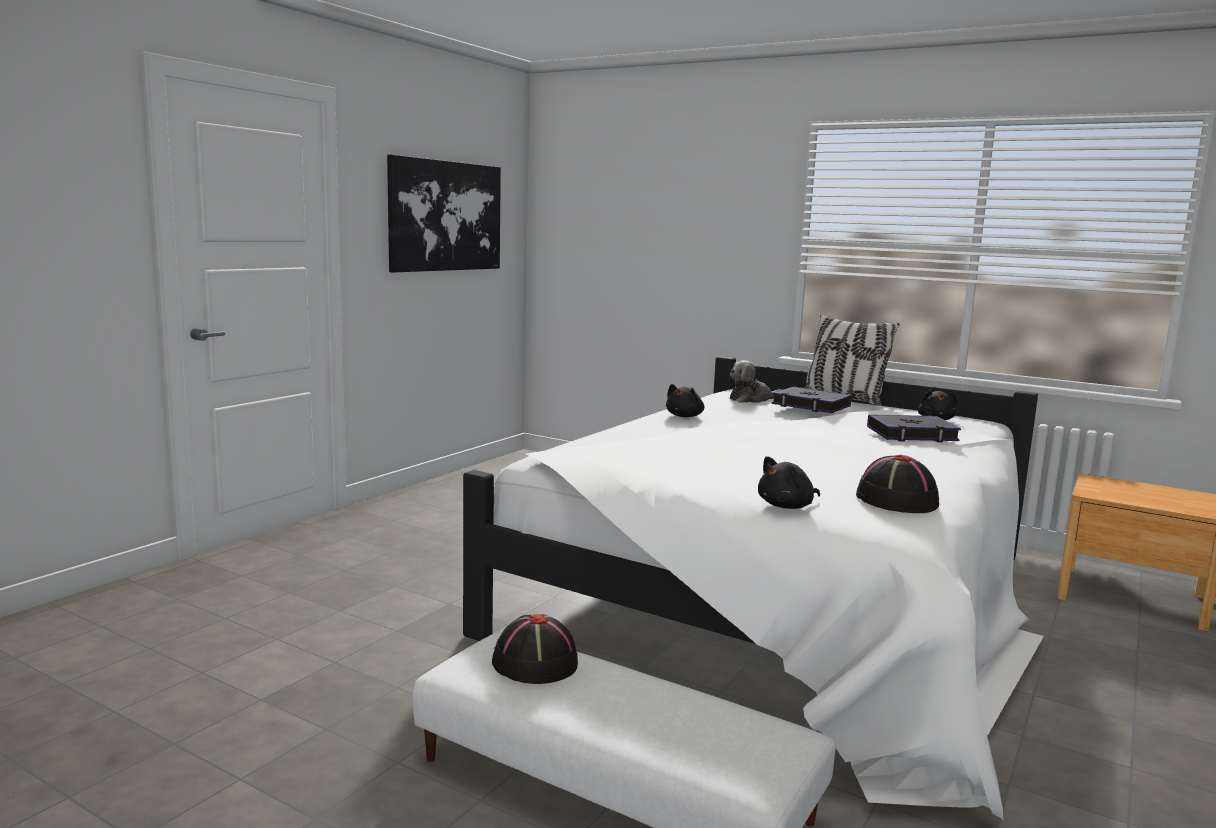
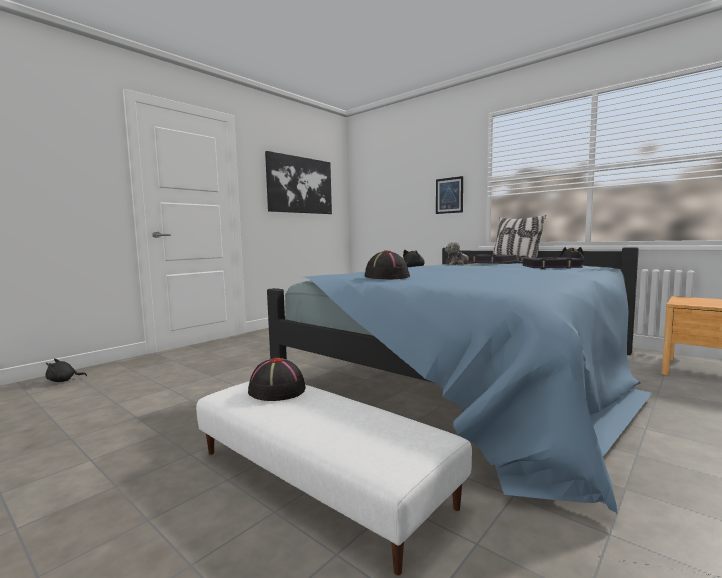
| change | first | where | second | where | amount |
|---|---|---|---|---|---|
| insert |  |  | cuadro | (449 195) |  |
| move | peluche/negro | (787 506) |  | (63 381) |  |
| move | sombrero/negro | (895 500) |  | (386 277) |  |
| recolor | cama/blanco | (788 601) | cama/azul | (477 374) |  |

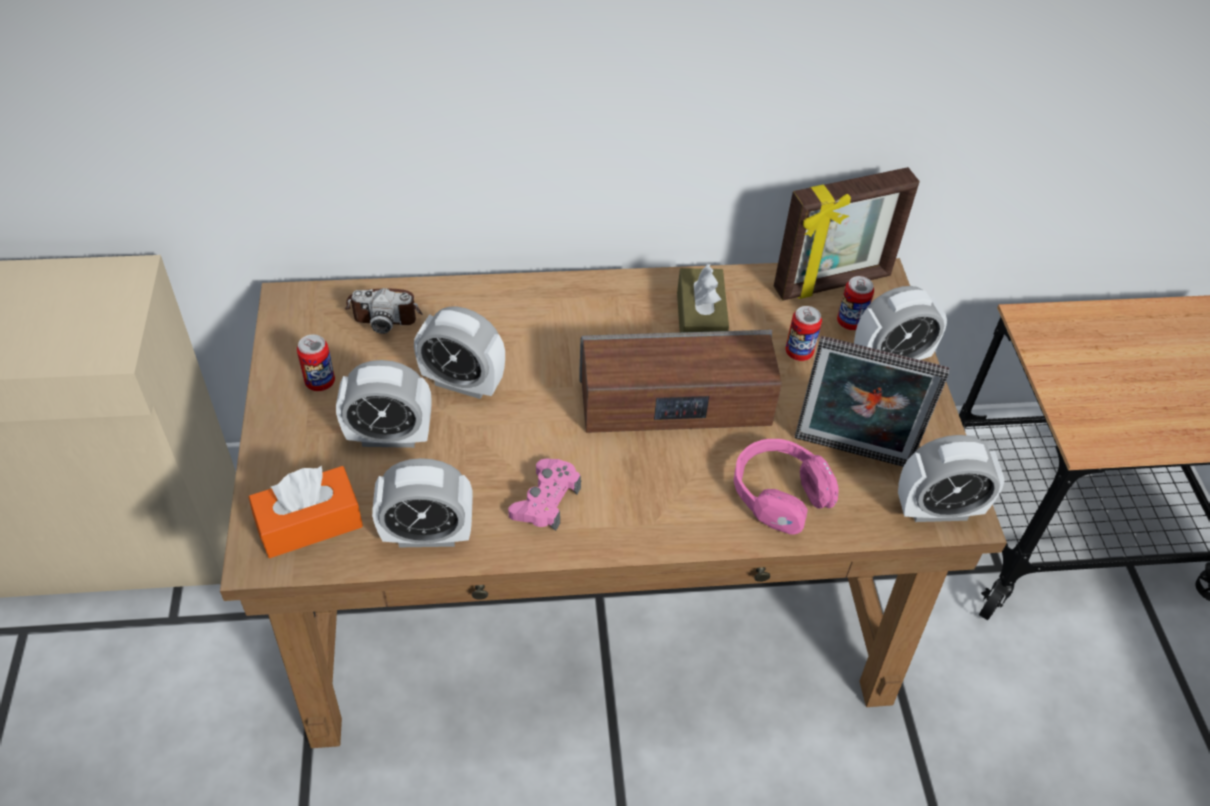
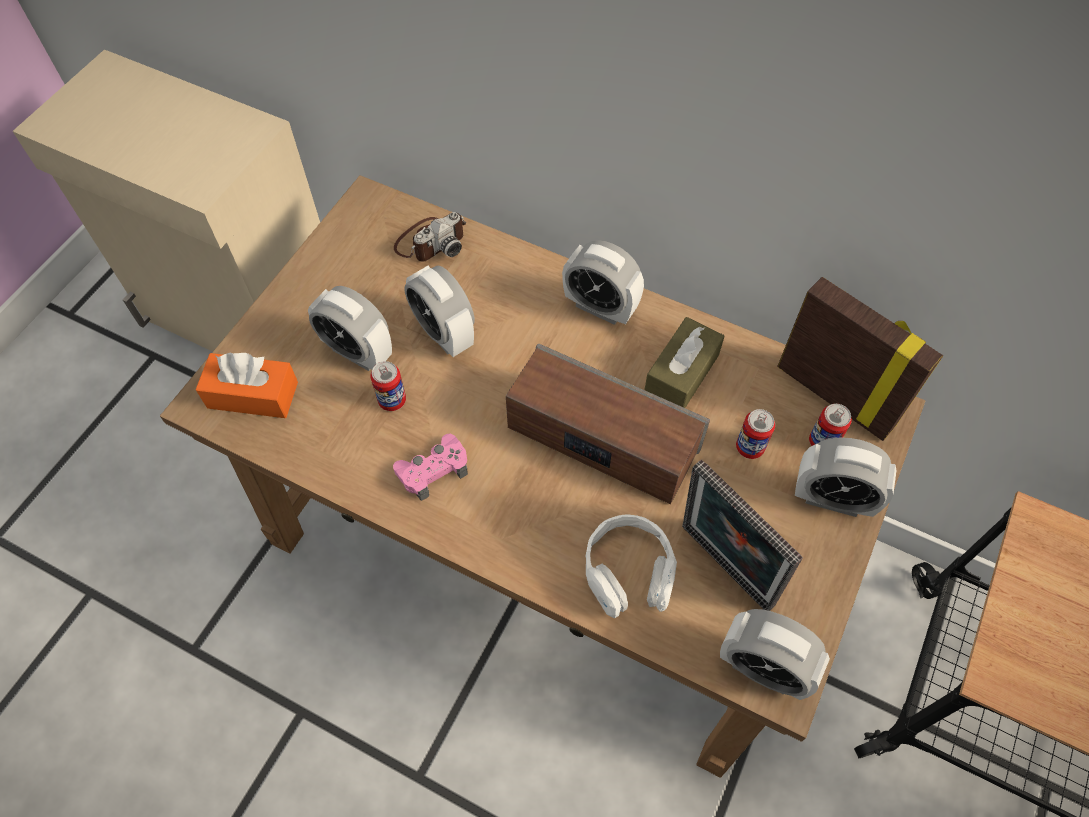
| change | first | where | second | where | amount |
|---|---|---|---|---|---|
| move | lata | (320 382) |  | (392 400) |  |
| move | despertador | (427 535) |  | (600 307) |  |
| recolor | auriculares/rosa | (779 494) | auriculares/blanco | (628 571) |  |
| rotate | cámara | (385 311) |  | (431 241) | 75 degrees counterclockwise |
| rotate | portarretratos | (833 284) |  | (835 395) | 150 degrees counterclockwise |

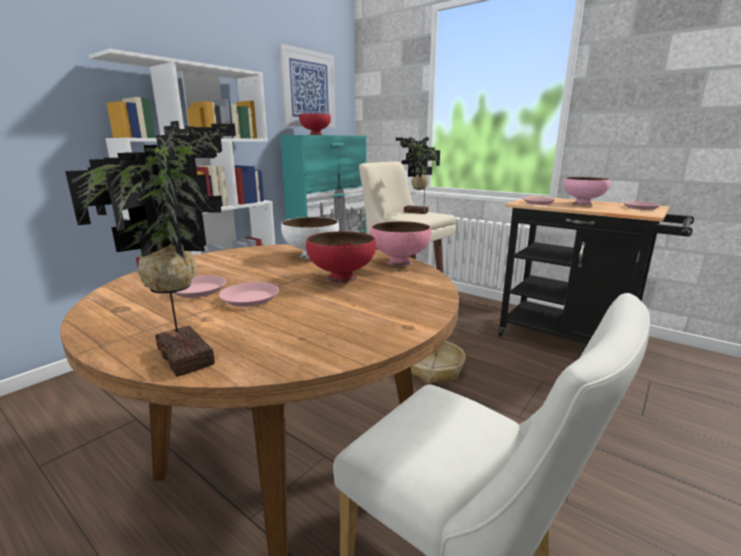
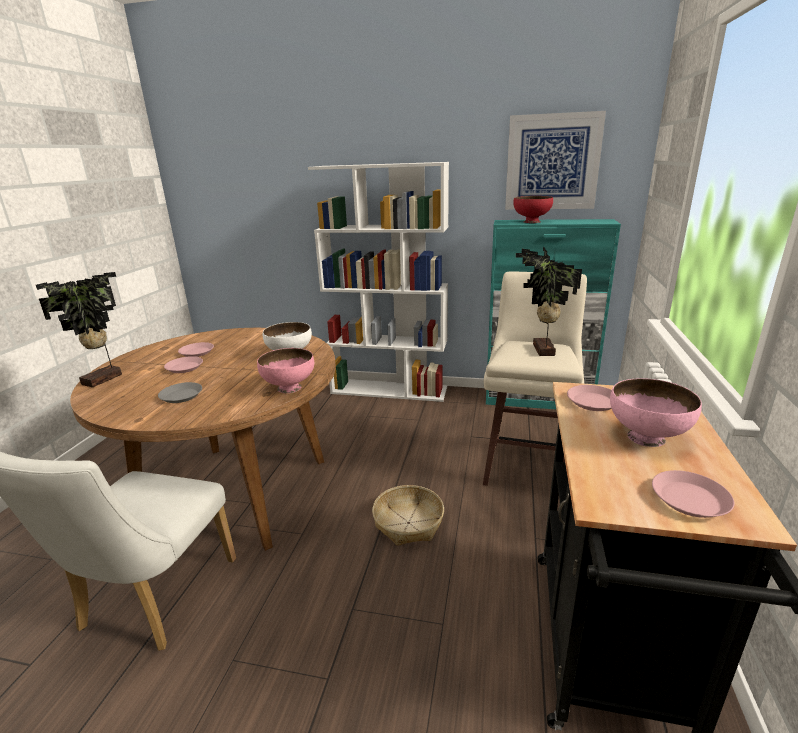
| change | first | where | second | where | amount |
|---|---|---|---|---|---|
| delete | cuenco/rojo | (341 278) |  |  |  |
| insert |  |  | plato/gris | (181 396) |  |

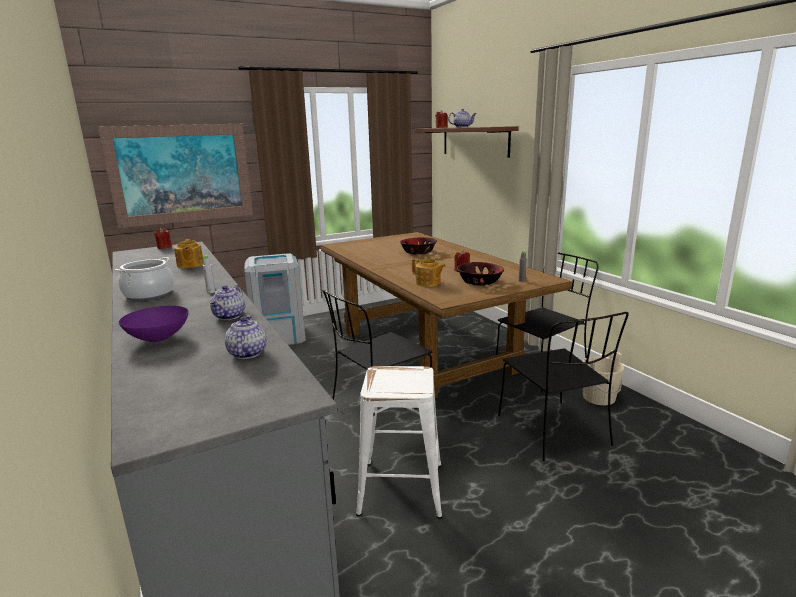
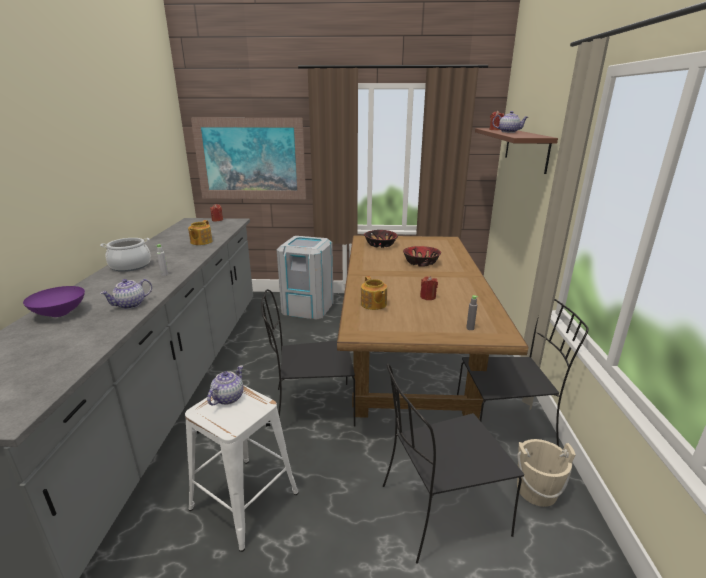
| change | first | where | second | where | amount |
|---|---|---|---|---|---|
| move | tetera | (246 353) |  | (228 397) |  |
| move | cuenco | (480 282) |  | (380 245) |  |
| rotate | silla/negro | (554 431) |  | (440 510) | 60 degrees clockwise |

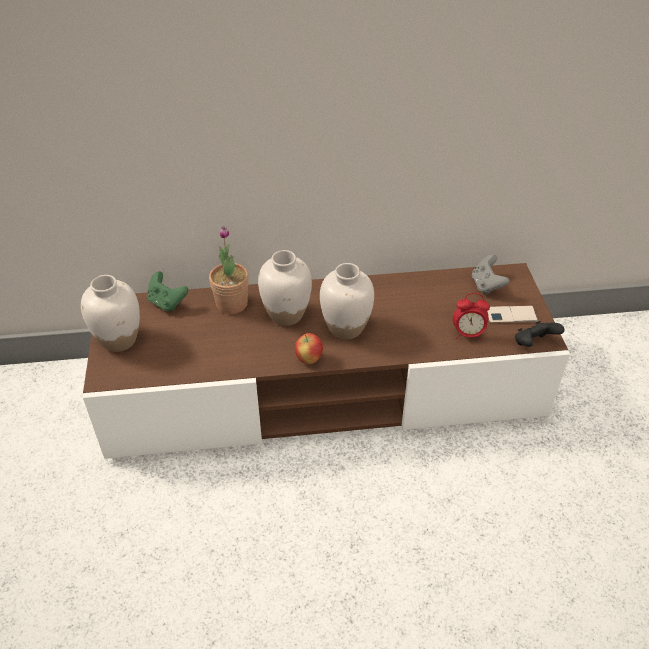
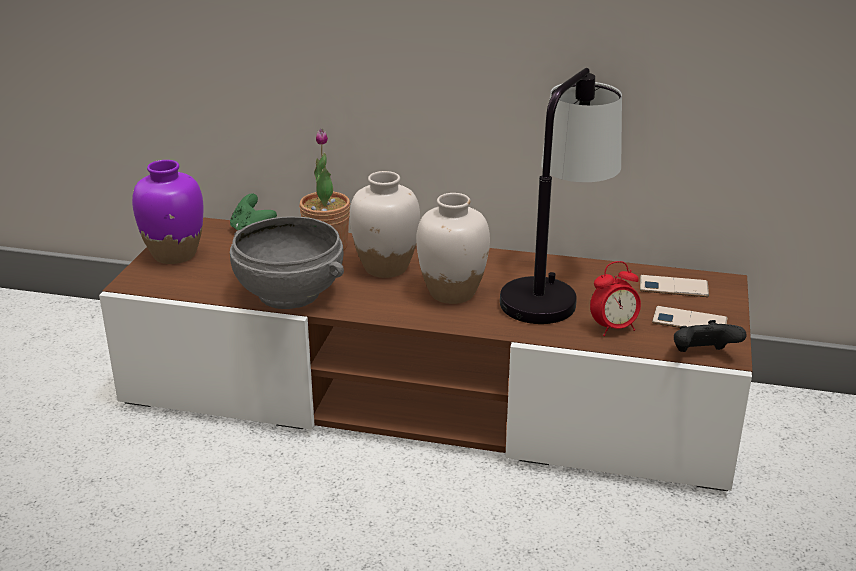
| change | first | where | second | where | amount |
|---|---|---|---|---|---|
| delete | manzana | (309 359) |  |  |  |
| insert |  |  | cuenco/gris | (288 294) |  |
| insert |  |  | lámpara de mesa | (554 289) |  |
| replace | mando de consola/gris | (486 285) | móvil | (673 287) |  |
| recolor | florero/blanco | (119 340) | florero/morado | (174 255) |  |
| rotate | despertador | (468 334) |  | (613 328) | 45 degrees counterclockwise |

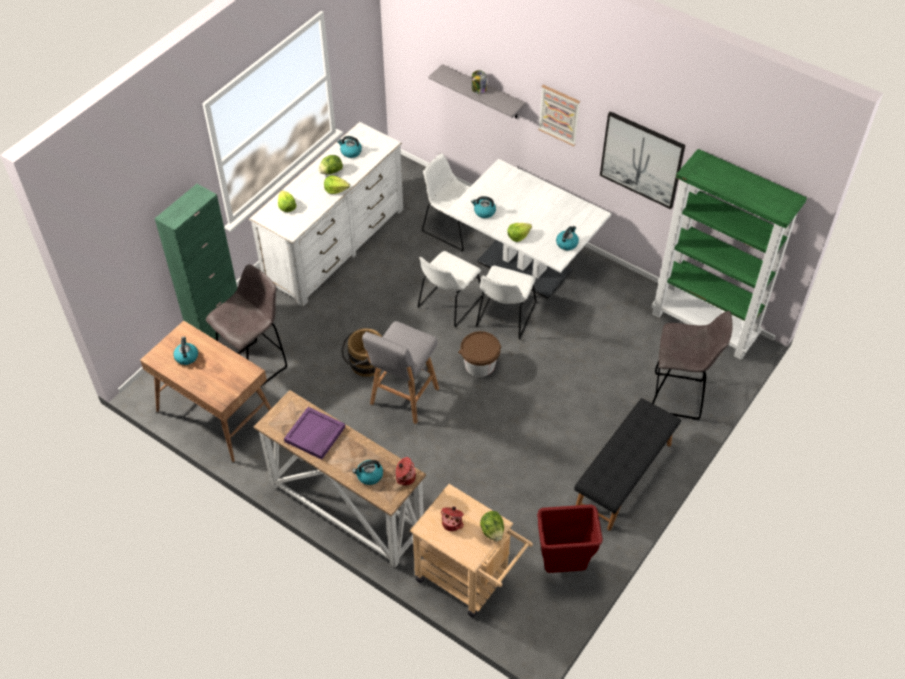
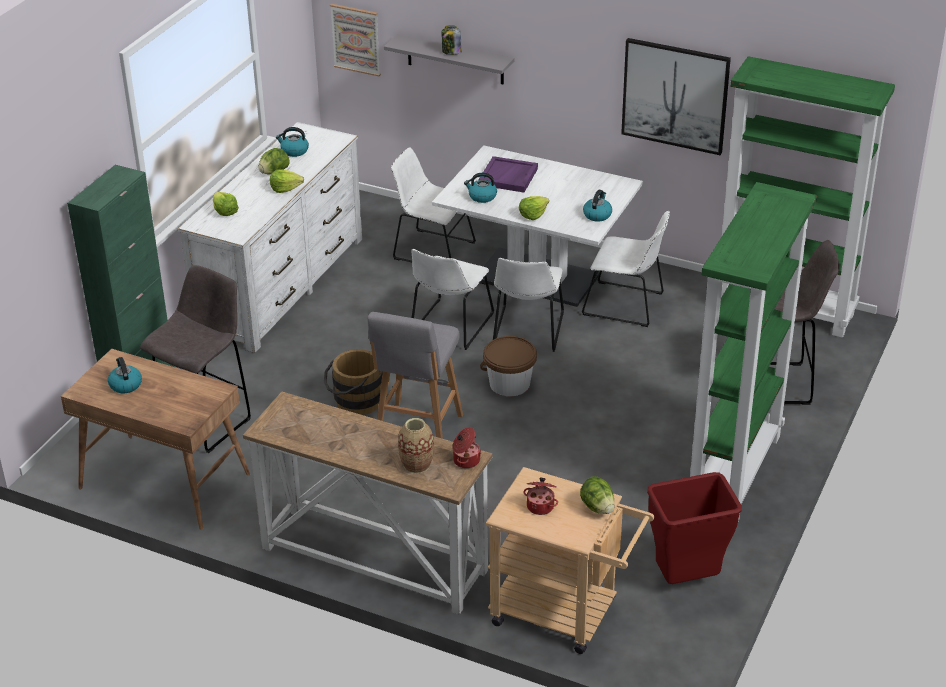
| change | first | where | second | where | amount |
|---|---|---|---|---|---|
| insert |  |  | silla/blanco | (626 305) |  |
| move | bandeja/morado | (315 435) |  | (508 177) |  |
| move | cuadro | (559 115) |  | (356 39) |  |
| replace | hervidor | (369 475) | florero | (416 464) |  |
| replace | banco/negro | (624 477) | estantería/verde | (735 475) |  |

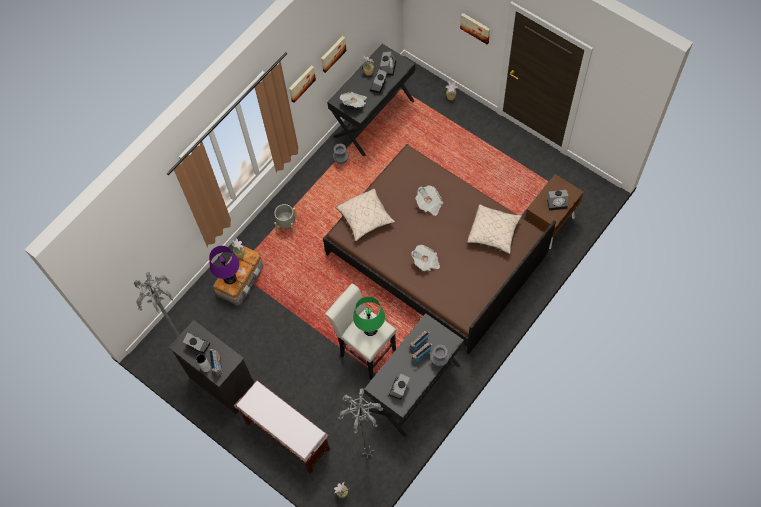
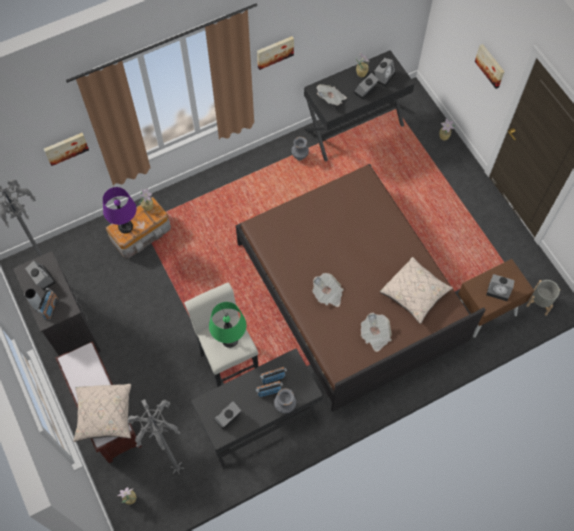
| change | first | where | second | where | amount |
|---|---|---|---|---|---|
| move | maceta/gris | (286 224) |  | (539 302) |  |
| move | cuadro | (332 53) |  | (65 148) |  |
| move | cojín/beis | (365 218) |  | (105 415) |  |
| move | periódico | (429 204) |  | (375 335) |  |

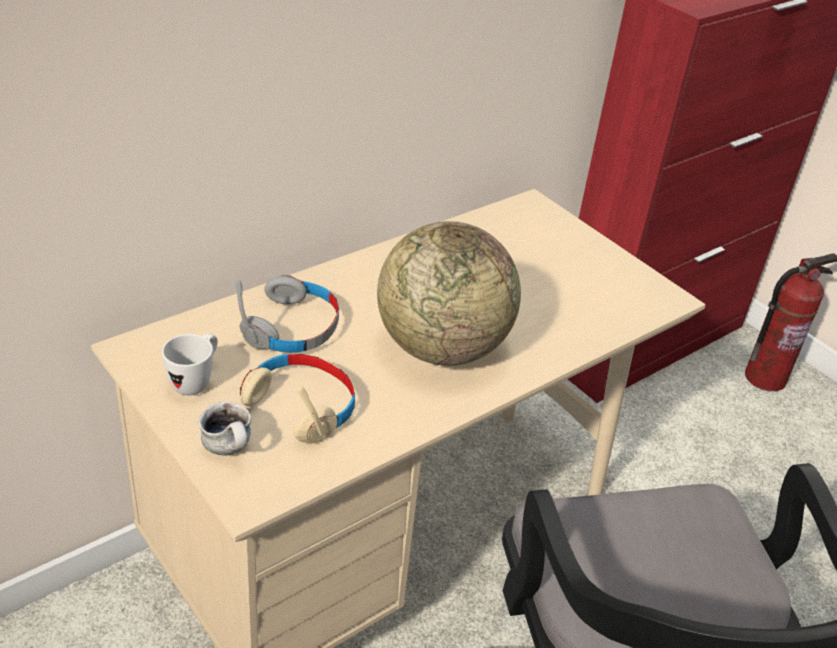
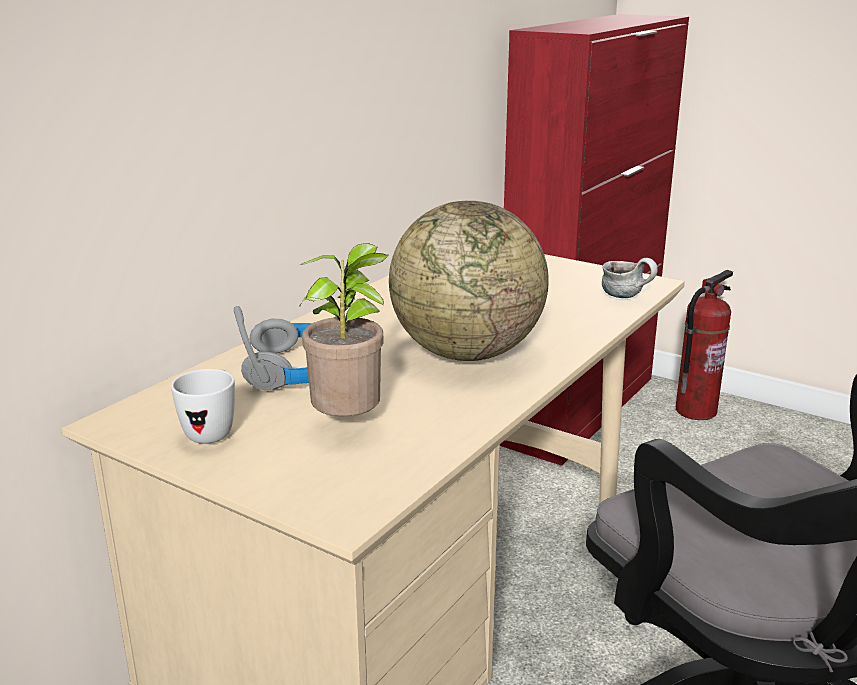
| change | first | where | second | where | amount |
|---|---|---|---|---|---|
| move | taza grande | (231 449) |  | (627 296) |  |
| replace | auriculares/beis | (301 406) | planta en maceta | (350 425) |  |

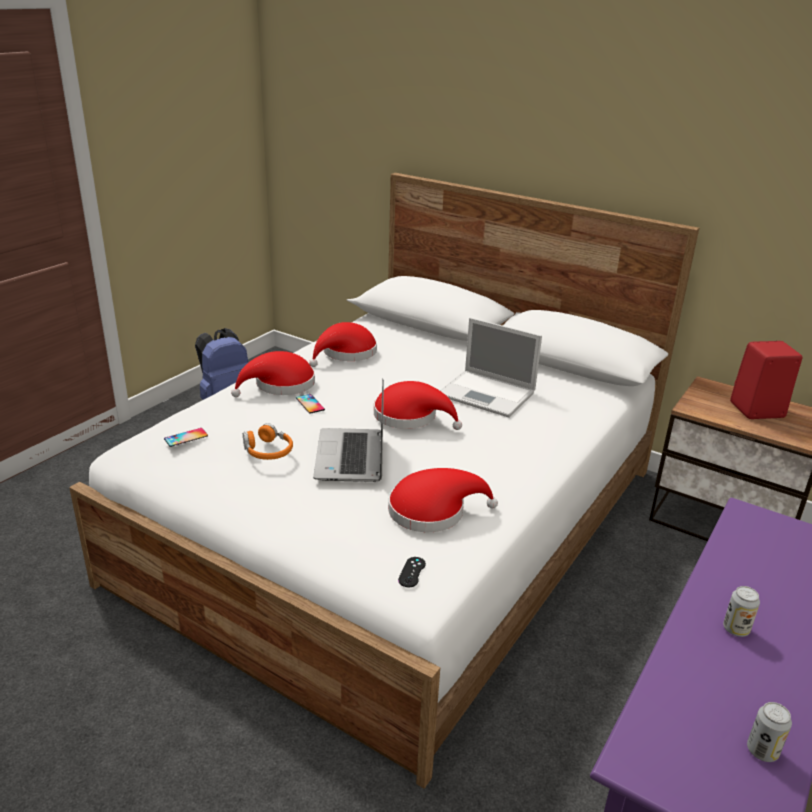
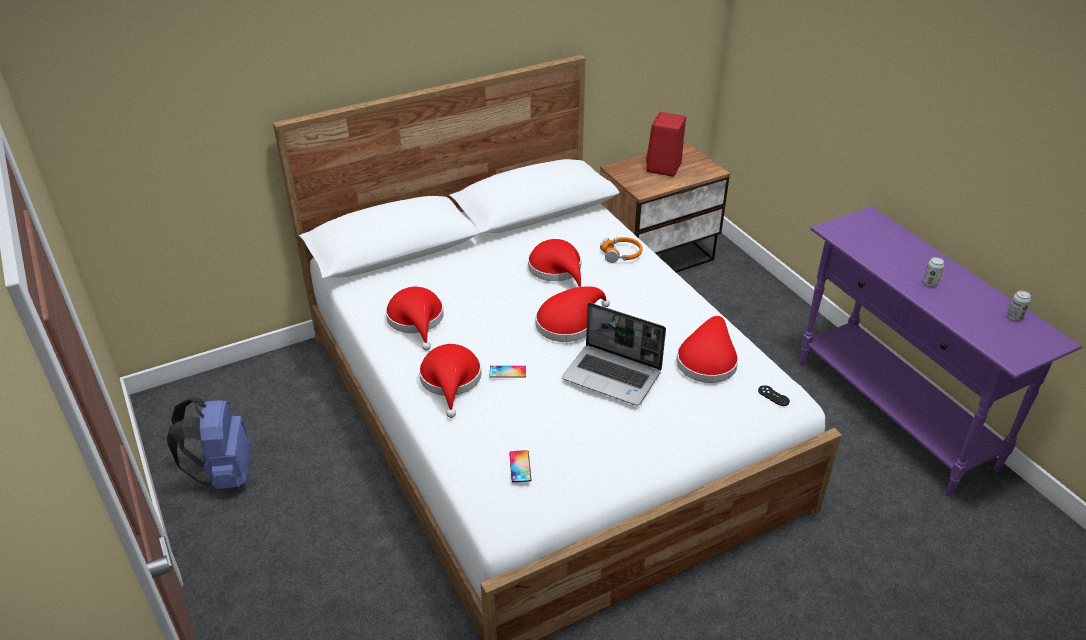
| change | first | where | second | where | amount |
|---|---|---|---|---|---|
| move | auriculares/naranja | (268 451) |  | (621 254) |  |
| replace | portátil | (488 394) | sombrero/rojo | (557 270) |  |

